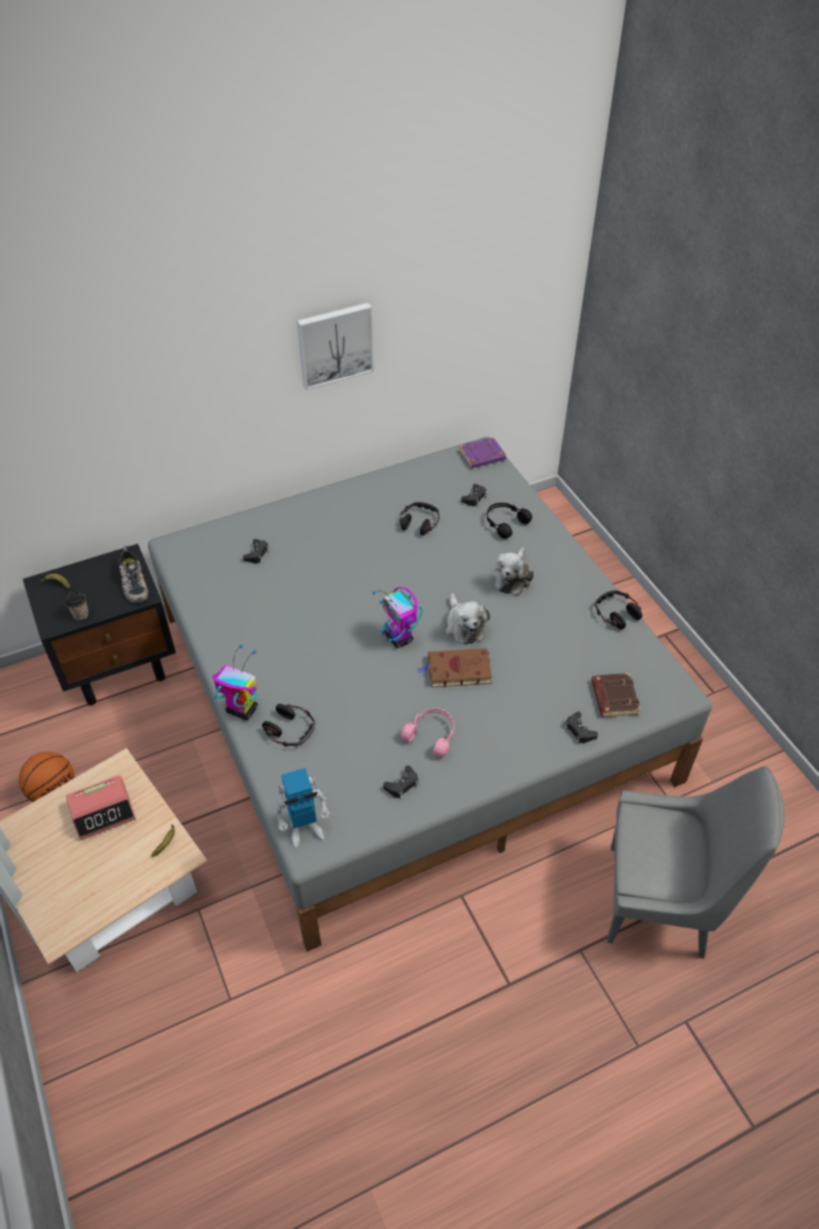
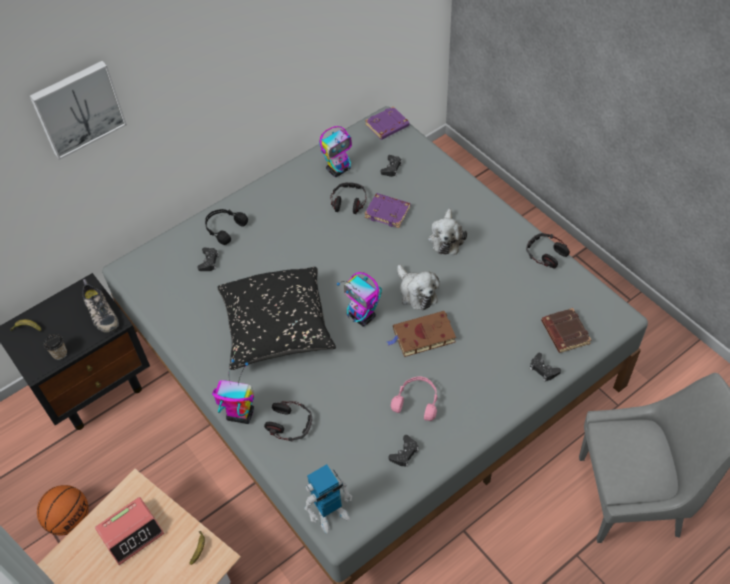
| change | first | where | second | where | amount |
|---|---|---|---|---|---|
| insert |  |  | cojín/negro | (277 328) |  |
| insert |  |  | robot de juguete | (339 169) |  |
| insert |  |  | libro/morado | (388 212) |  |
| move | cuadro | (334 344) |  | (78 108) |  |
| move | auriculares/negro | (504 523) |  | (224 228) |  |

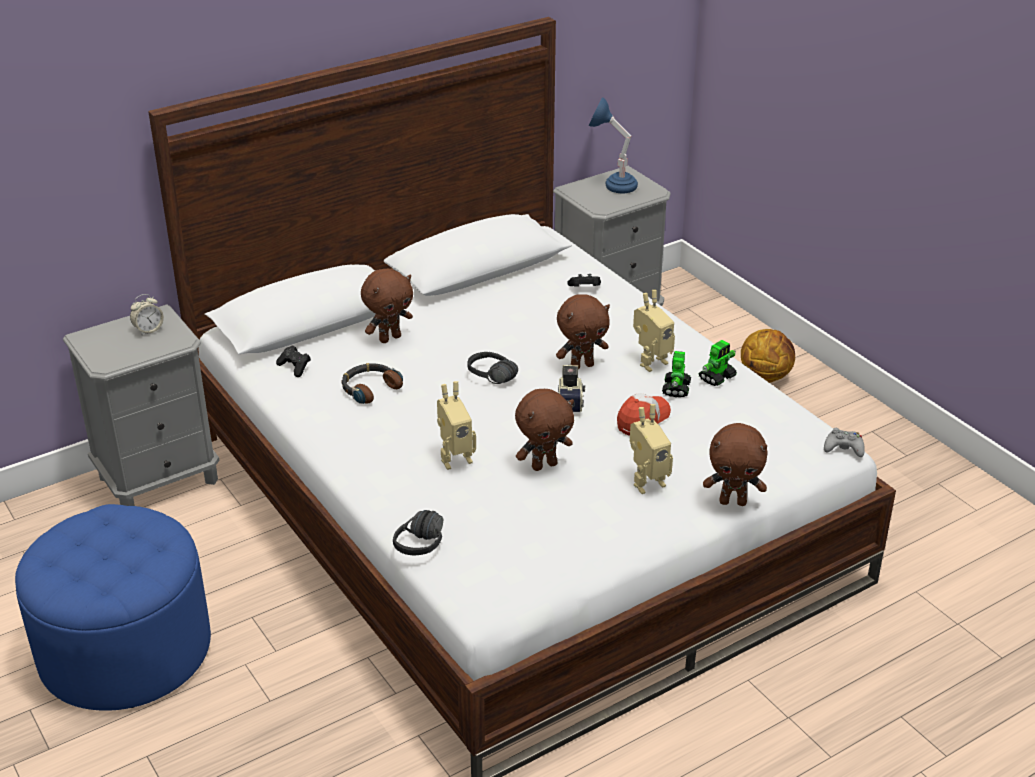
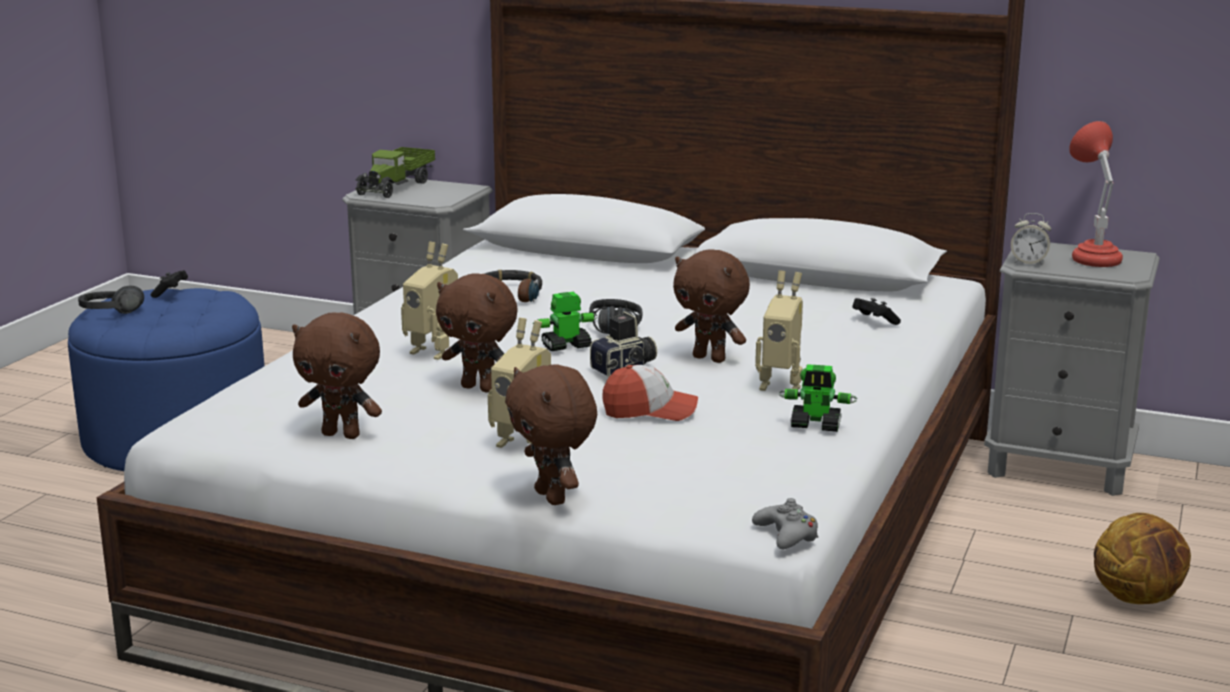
| change | first | where | second | where | amount |
|---|---|---|---|---|---|
| insert |  |  | camión de juguete | (396 186) |  |
| move | despertador | (148 330) |  | (1028 262) |  |
| move | mando de consola/negro | (295 367) |  | (170 292) |  |
| move | peluche/marrón | (389 338) |  | (342 434) |  |
| move | auriculares/negro | (429 546) |  | (112 315) |  |
| move | robot de juguete | (676 389) |  | (565 346) |  |
| recolor | lámpara de mesa/azul | (612 184) | lámpara de mesa/rojo | (1091 256) |  |

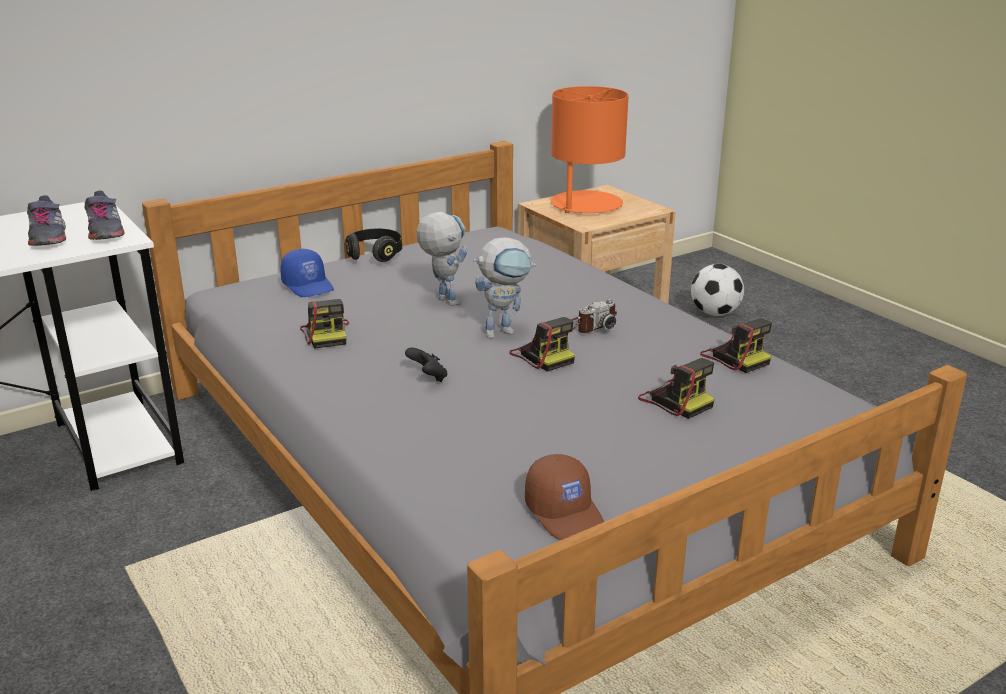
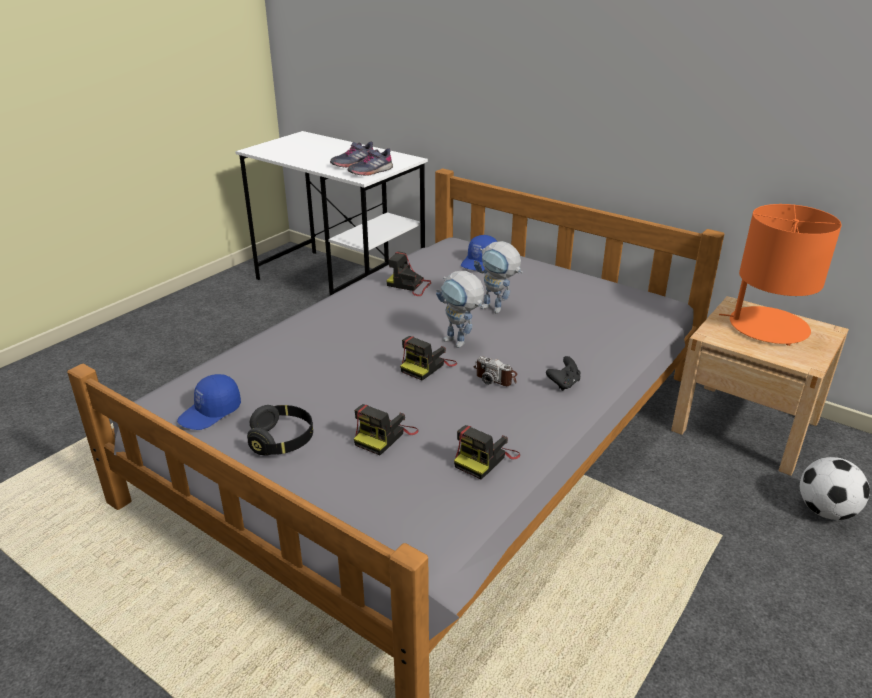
| change | first | where | second | where | amount |
|---|---|---|---|---|---|
| move | auriculares/negro | (375 254) |  | (282 440) |  |
| move | mando de consola/negro | (428 378) |  | (563 384) |  |
| recolor | gorra/marrón | (566 513) | gorra/azul | (211 413) |  |
| rotate | cámara | (326 335) |  | (410 286) | 60 degrees clockwise |
| rotate | robot de juguete | (443 299) |  | (497 310) | 90 degrees clockwise |

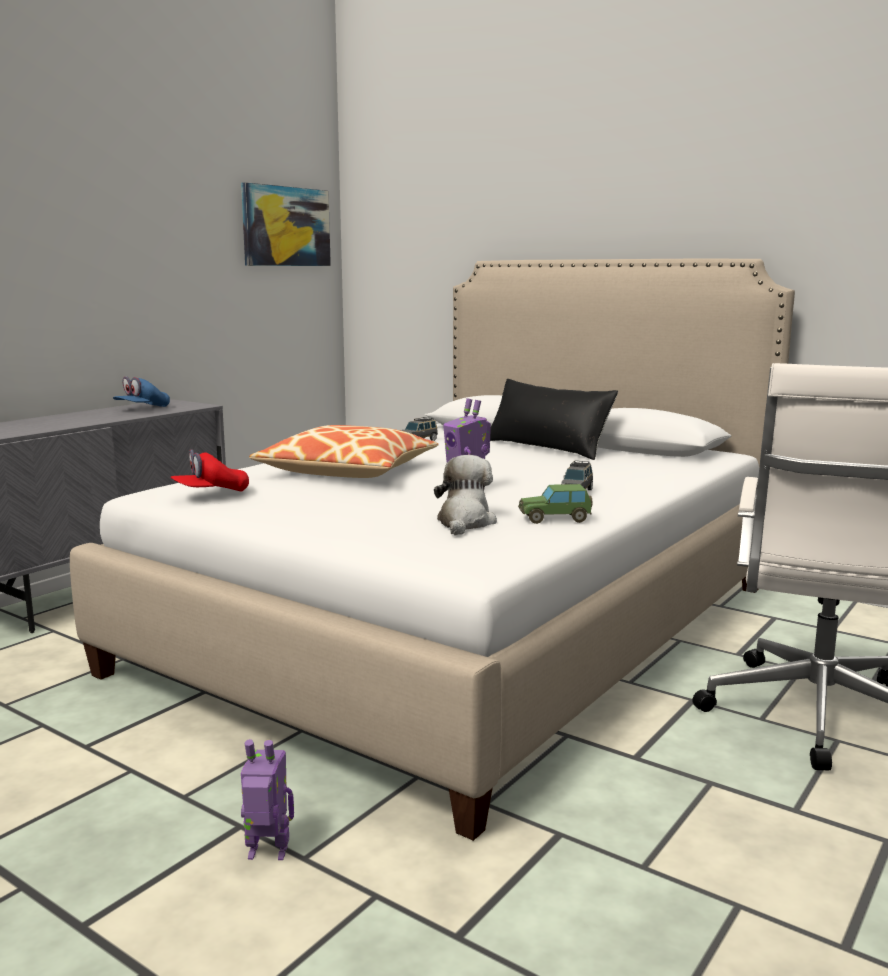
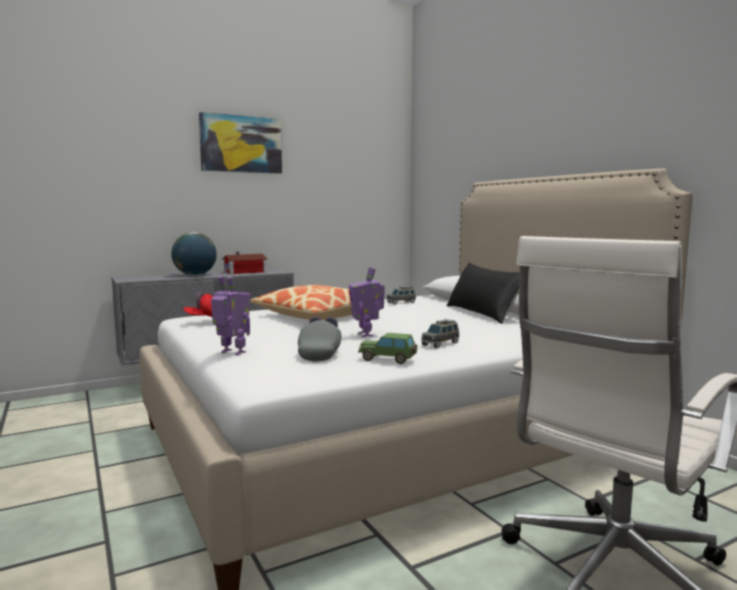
| change | first | where | second | where | amount |
|---|---|---|---|---|---|
| insert |  |  | globo terráqueo | (195 275) |  |
| move | cuadro | (286 226) |  | (241 144) |  |
| move | robot de juguete | (267 854) |  | (232 352) |  |
| replace | gorra/azul | (142 409) | casita | (246 272) |  |
| replace | peluche | (464 523) | gorra/gris | (320 354) |  |

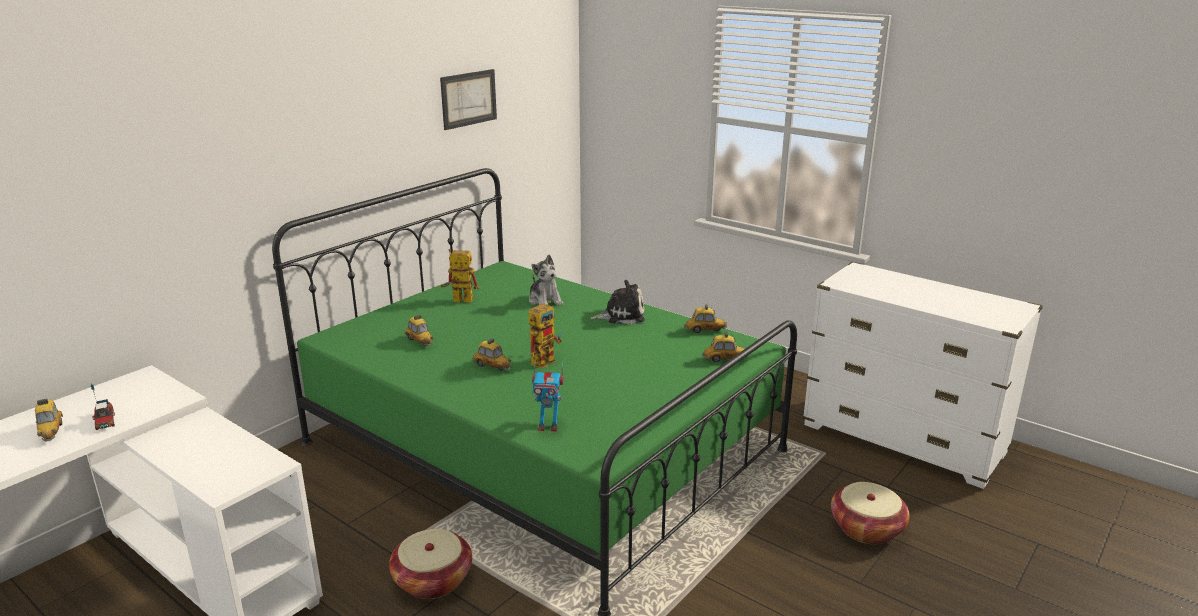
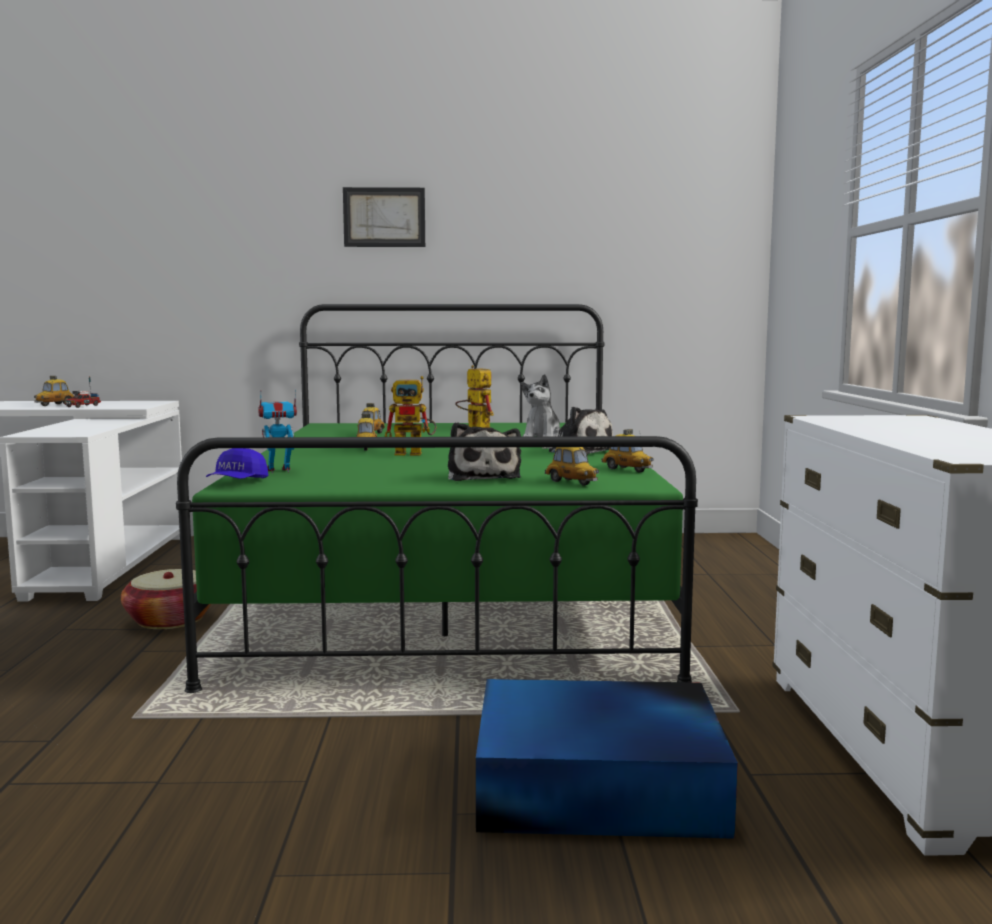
| change | first | where | second | where | amount |
|---|---|---|---|---|---|
| insert |  |  | gorra/azul | (237 483) |  |
| insert |  |  | peluche | (483 477) |  |
| move | cuadro | (468 98) |  | (384 217) |  |
| replace | cesta | (866 528) | caja de almacenaje/azul | (601 785) |  |
| rotate | robot de juguete | (548 426) |  | (279 471) | 105 degrees clockwise |

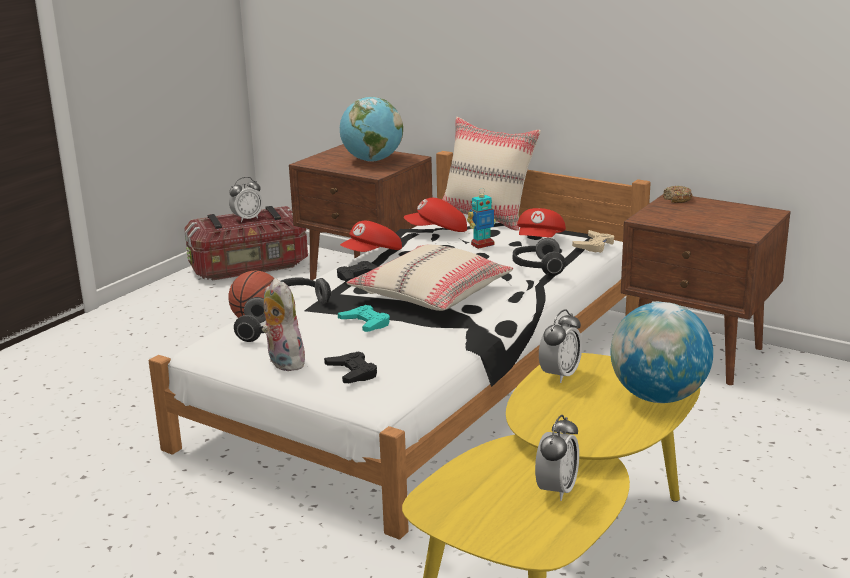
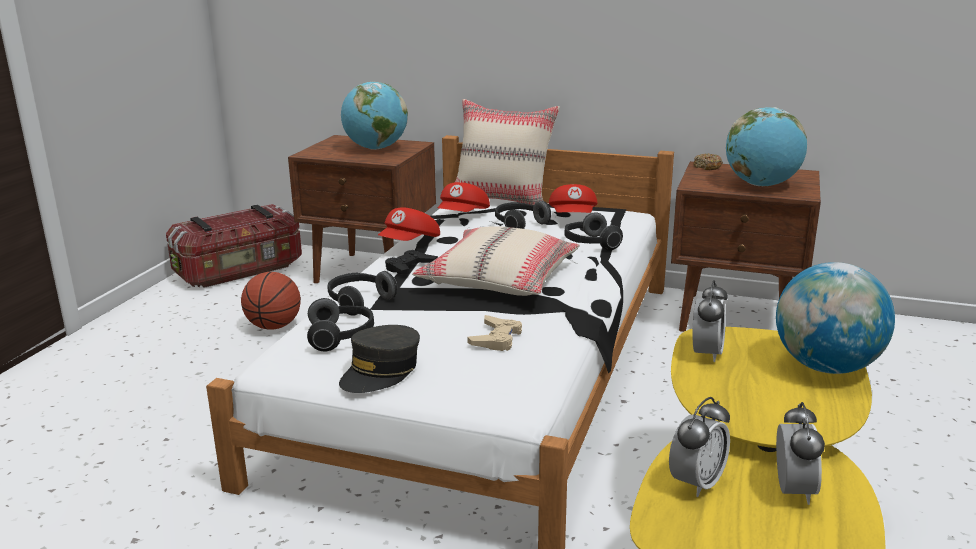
| change | first | where | second | where | amount |
|---|---|---|---|---|---|
| delete | mando de consola/negro | (352 373) |  |  |  |
| delete | mando de consola/turquesa | (365 323) |  |  |  |
| insert |  |  | globo terráqueo | (761 185) |  |
| move | despertador | (247 219) |  | (696 483) |  |
| move | mando de consola/beis | (594 245) |  | (496 339) |  |
| replace | peluche | (283 362) | gorra/gris | (381 372) |  |
| replace | robot de juguete | (482 244) | auriculares | (519 225) |  |
| rotate | gorra/rojo | (437 231) |  | (463 215) | 45 degrees counterclockwise |

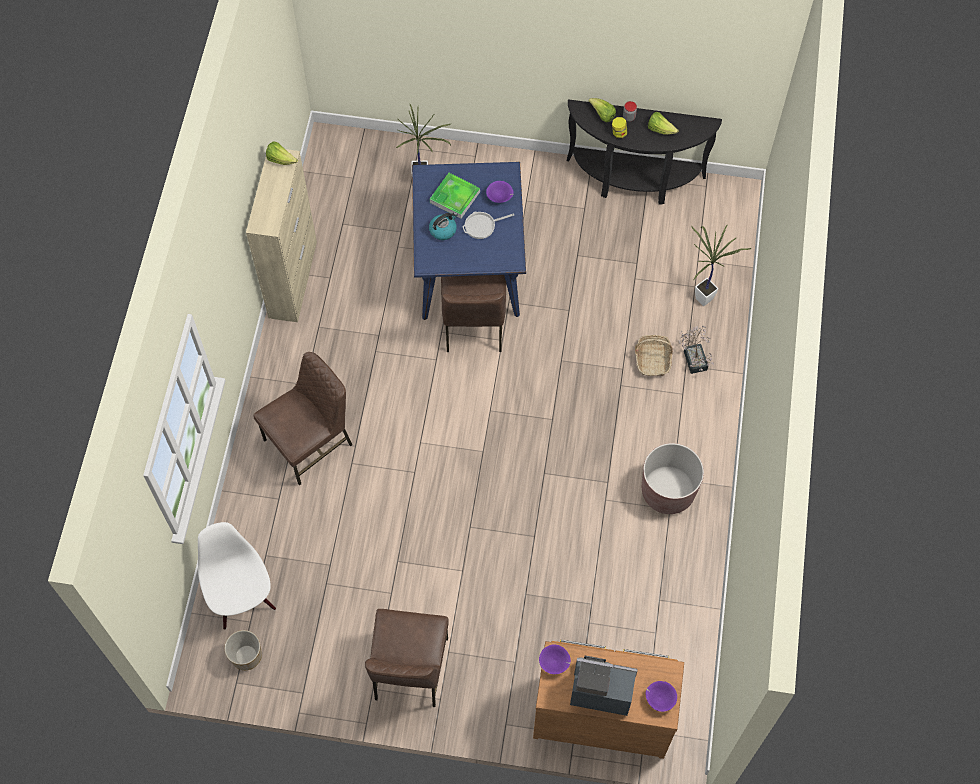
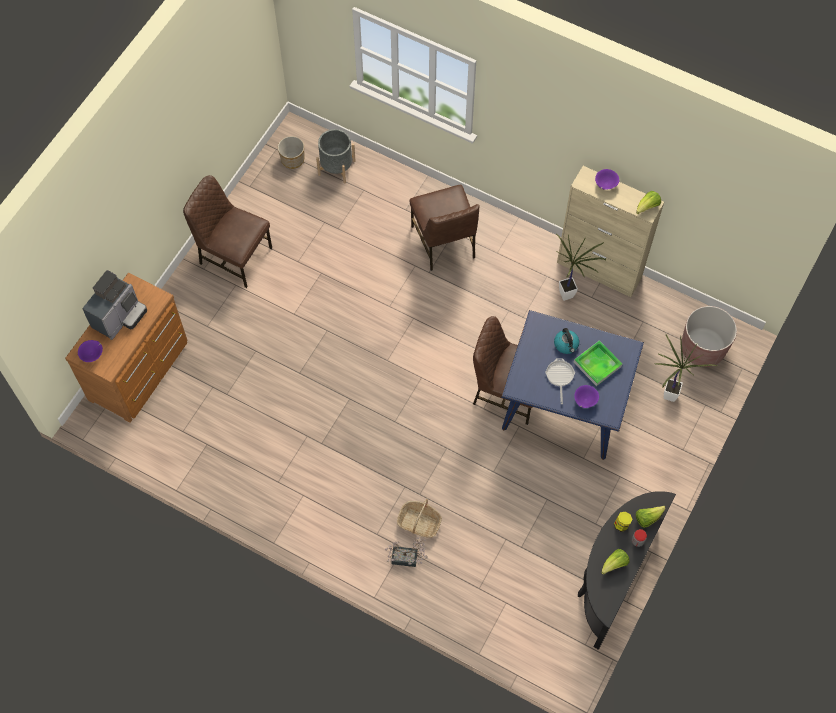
| change | first | where | second | where | amount |
|---|---|---|---|---|---|
| move | cuenco/morado | (554 663) |  | (605 184) |  |
| move | maceta/marrón | (667 491) |  | (702 348) |  |
| move | planta en maceta | (703 296) |  | (569 295) |  |
| replace | silla/blanco | (242 598) | maceta/gris | (336 167) |  |

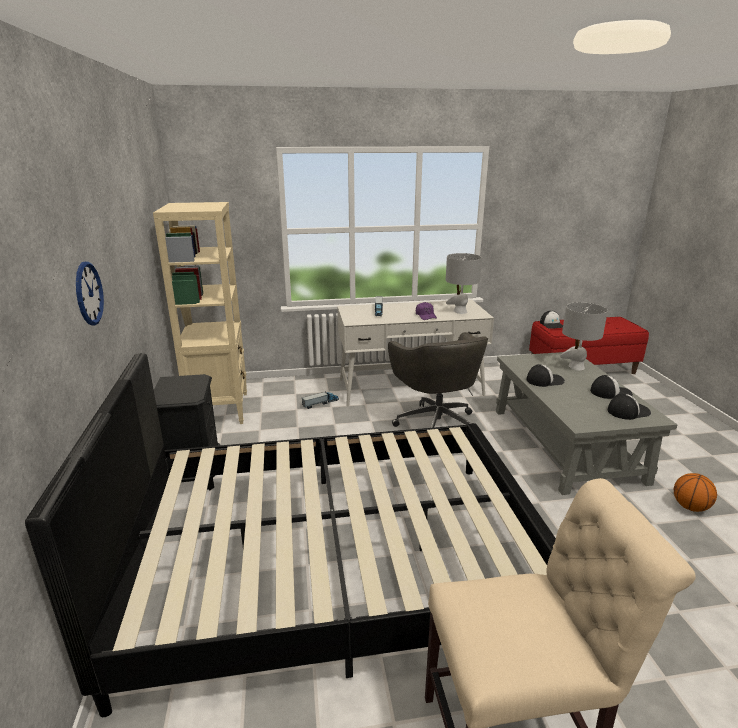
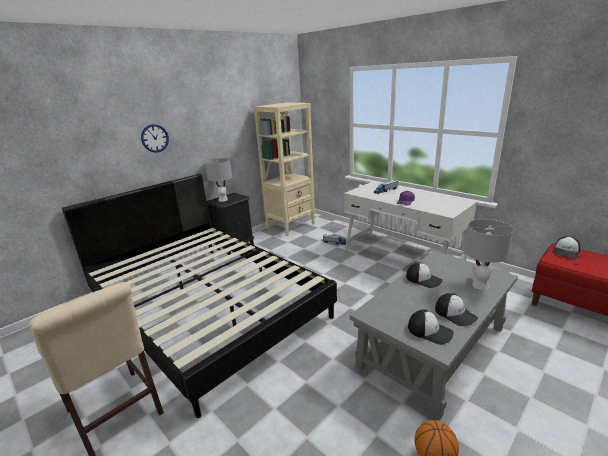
| change | first | where | second | where | amount |
|---|---|---|---|---|---|
| delete | silla de oficina/gris | (436 423) |  |  |  |
| move | lámpara de mesa/gris | (460 311) |  | (223 200) |  |

